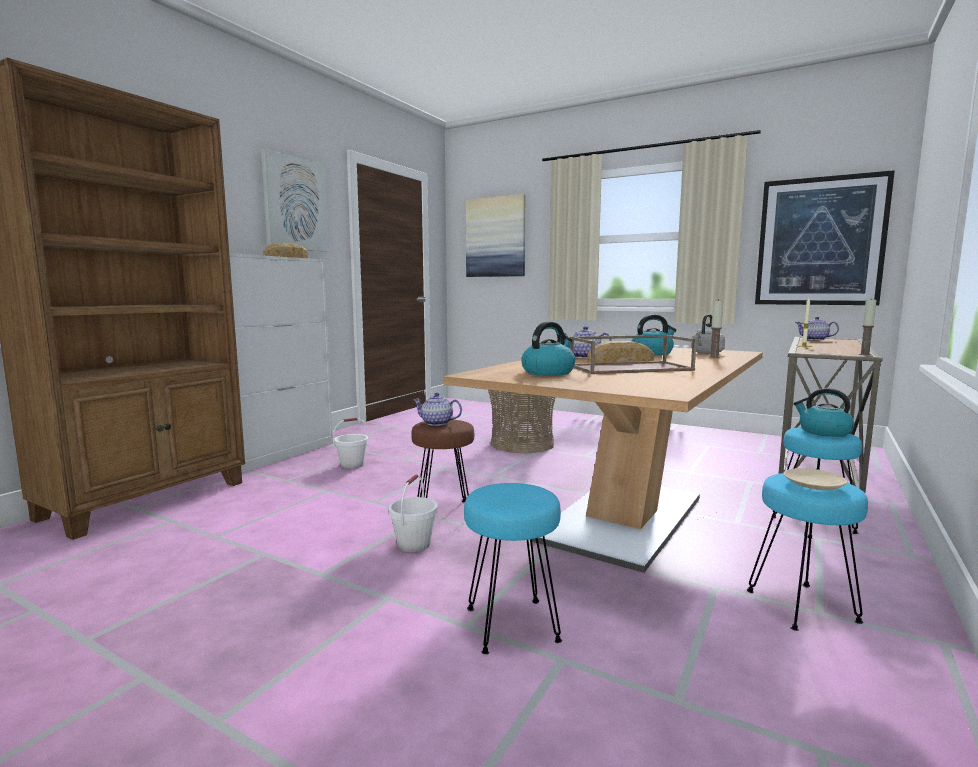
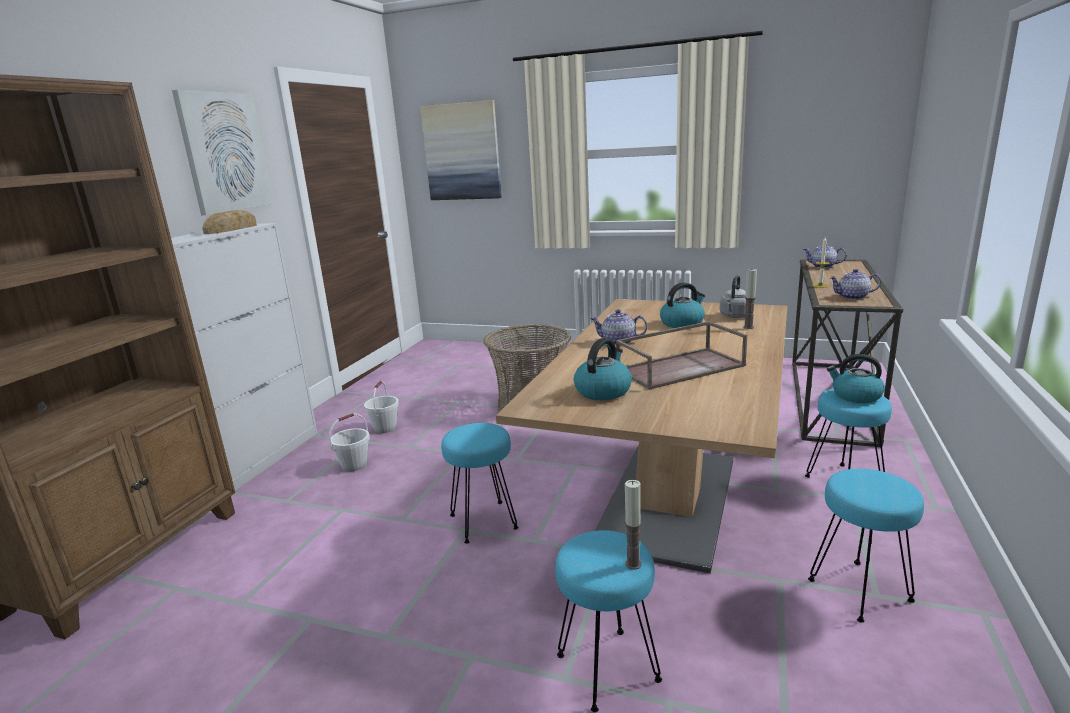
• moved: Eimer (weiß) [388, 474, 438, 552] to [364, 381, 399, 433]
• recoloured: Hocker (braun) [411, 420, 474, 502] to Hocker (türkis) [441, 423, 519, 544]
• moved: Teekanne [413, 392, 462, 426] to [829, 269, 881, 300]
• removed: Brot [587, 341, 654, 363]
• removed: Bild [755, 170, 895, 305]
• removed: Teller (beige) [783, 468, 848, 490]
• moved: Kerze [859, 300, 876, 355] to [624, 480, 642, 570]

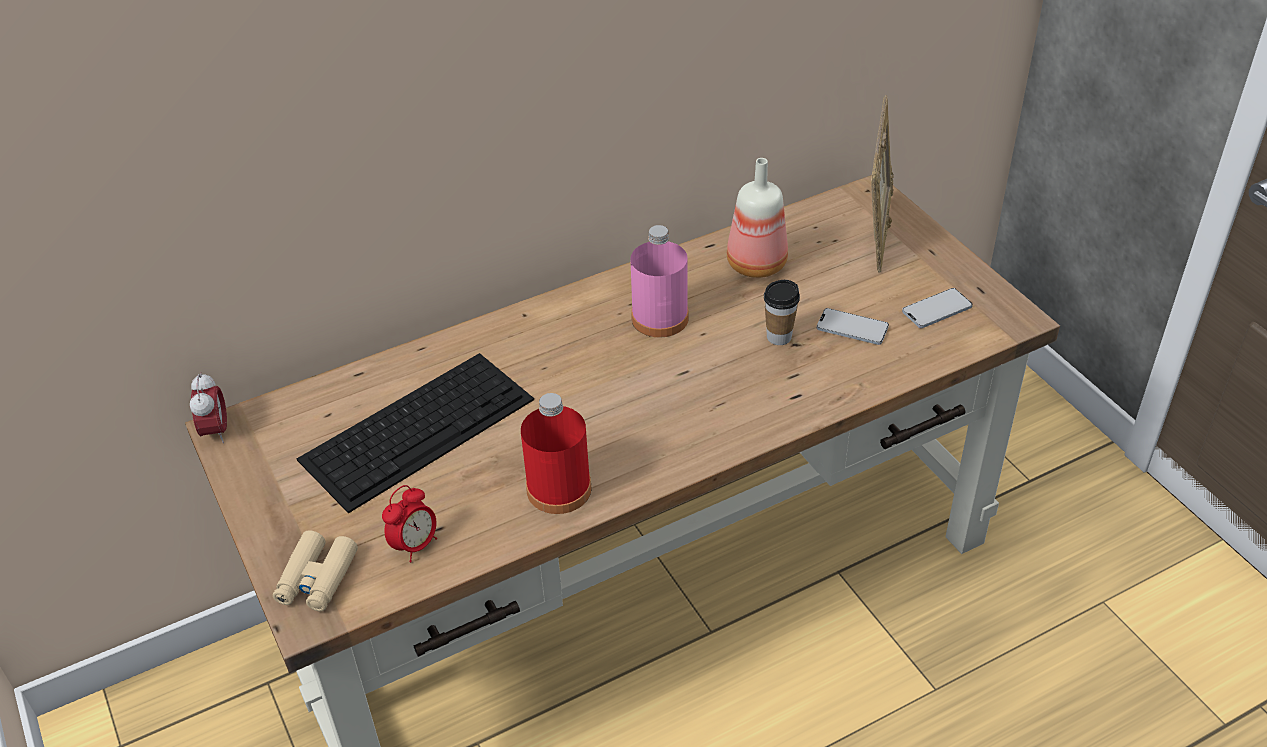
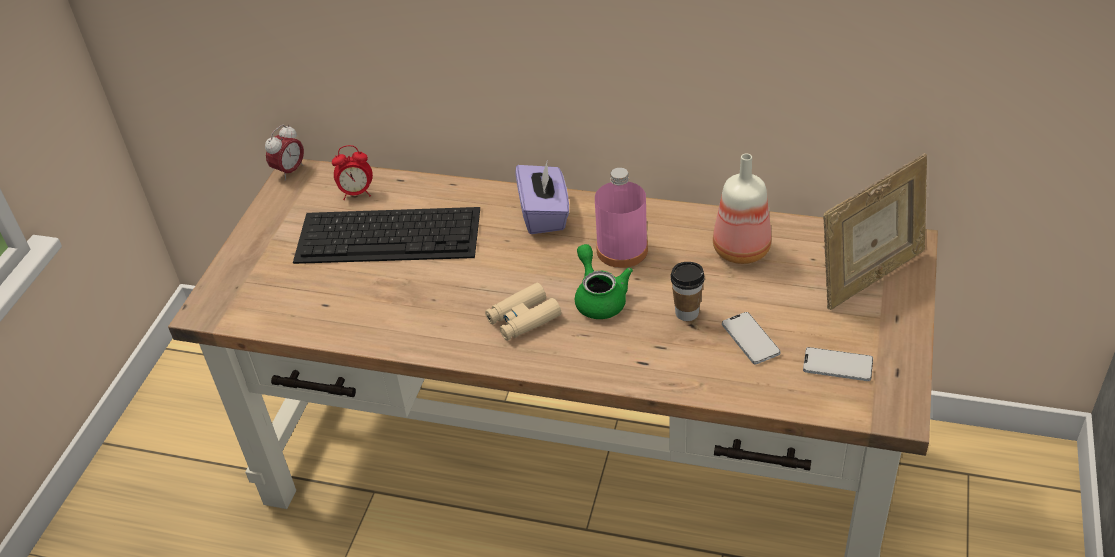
• moved: Fernglas (beige) [273, 530, 358, 612] to [485, 283, 561, 341]
• moved: Wecker [382, 485, 437, 562] to [332, 145, 373, 200]
• removed: Flasche (rot) [521, 393, 592, 514]
• added: Taschentuchbox (lila) [516, 162, 569, 234]
• added: Teekanne (grün) [575, 244, 633, 319]

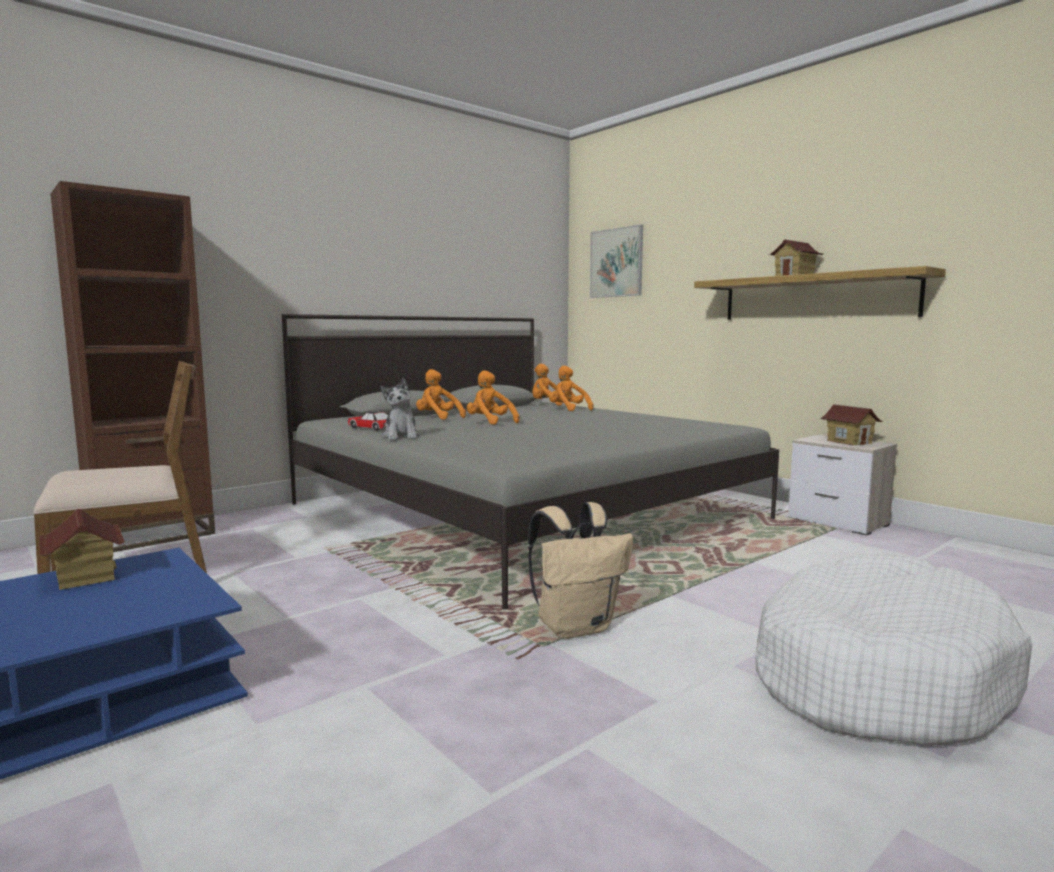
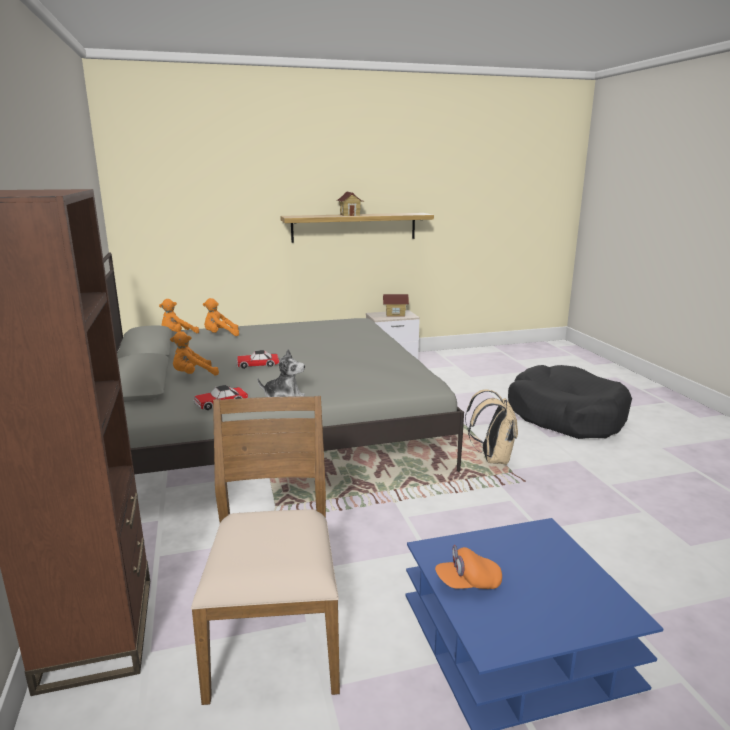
• replaced: Spielzeughaus [40, 509, 125, 590] to Kappe (orange) [435, 545, 502, 589]
• replaced: Plüschtier (orange) [467, 370, 520, 425] to Spielzeugauto [236, 350, 279, 369]
• removed: Bild [590, 224, 643, 298]
• recoloured: Hundebett (weiß) [755, 554, 1032, 745] to Hundebett (schwarz) [508, 365, 632, 439]

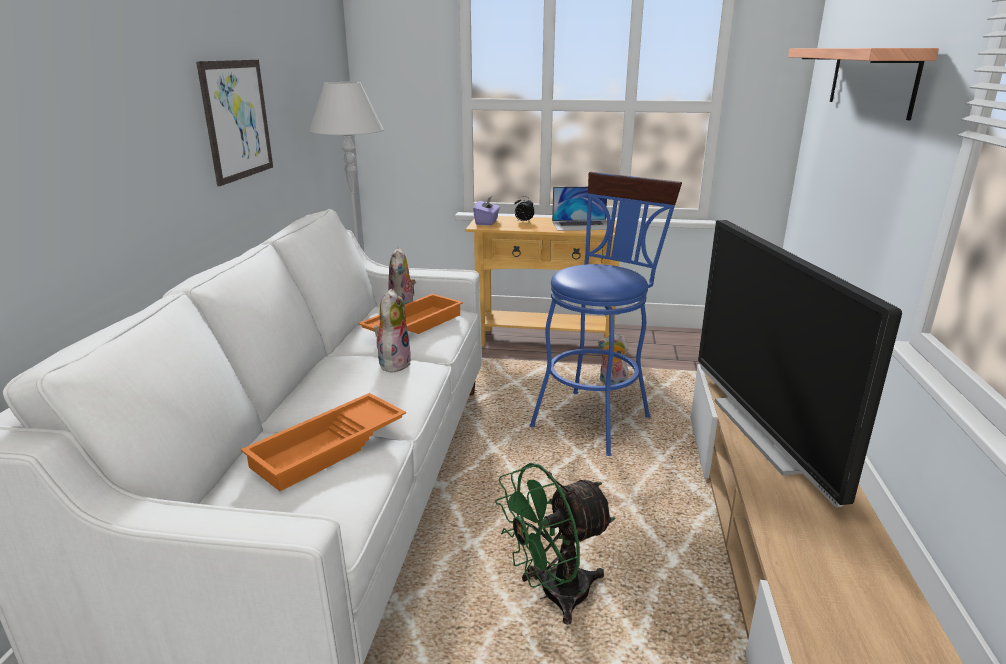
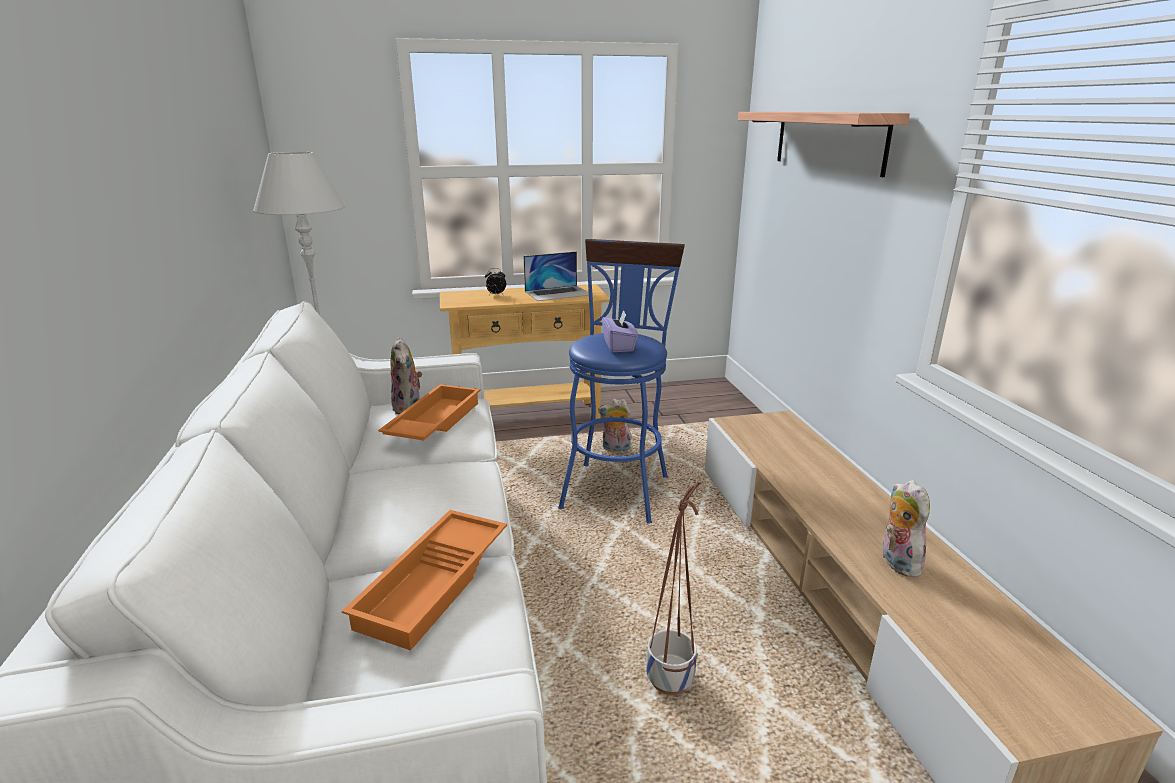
• removed: Bild [196, 60, 273, 186]
• moved: Plüschtier [373, 289, 411, 372] to [882, 480, 930, 577]
• moved: Taschentuchbox (lila) [473, 196, 500, 225] to [602, 310, 638, 352]
• replaced: Ventilator (grün) [495, 463, 615, 625] to Pflanzkübel [646, 482, 701, 695]
• removed: Fernseher [698, 220, 902, 507]

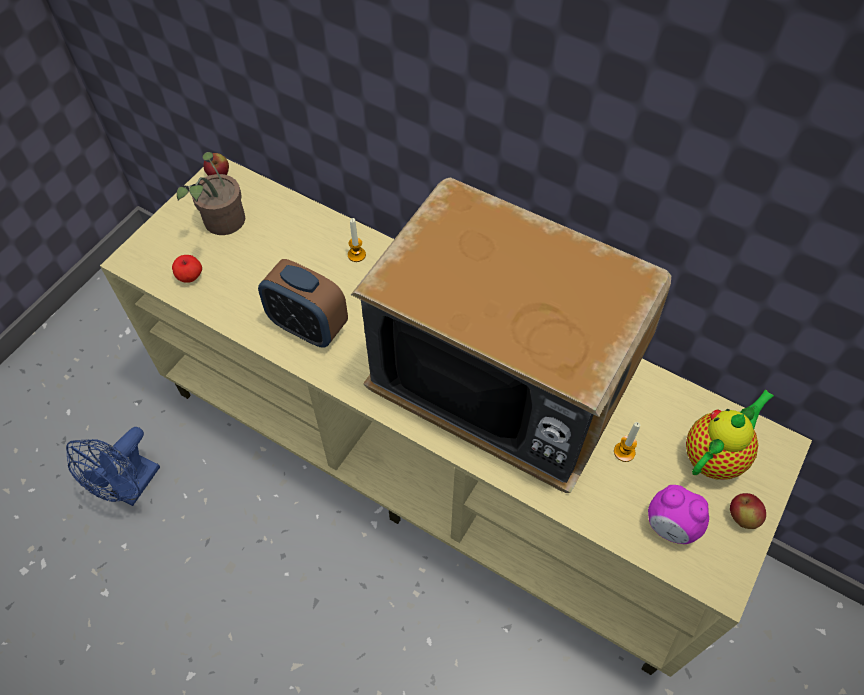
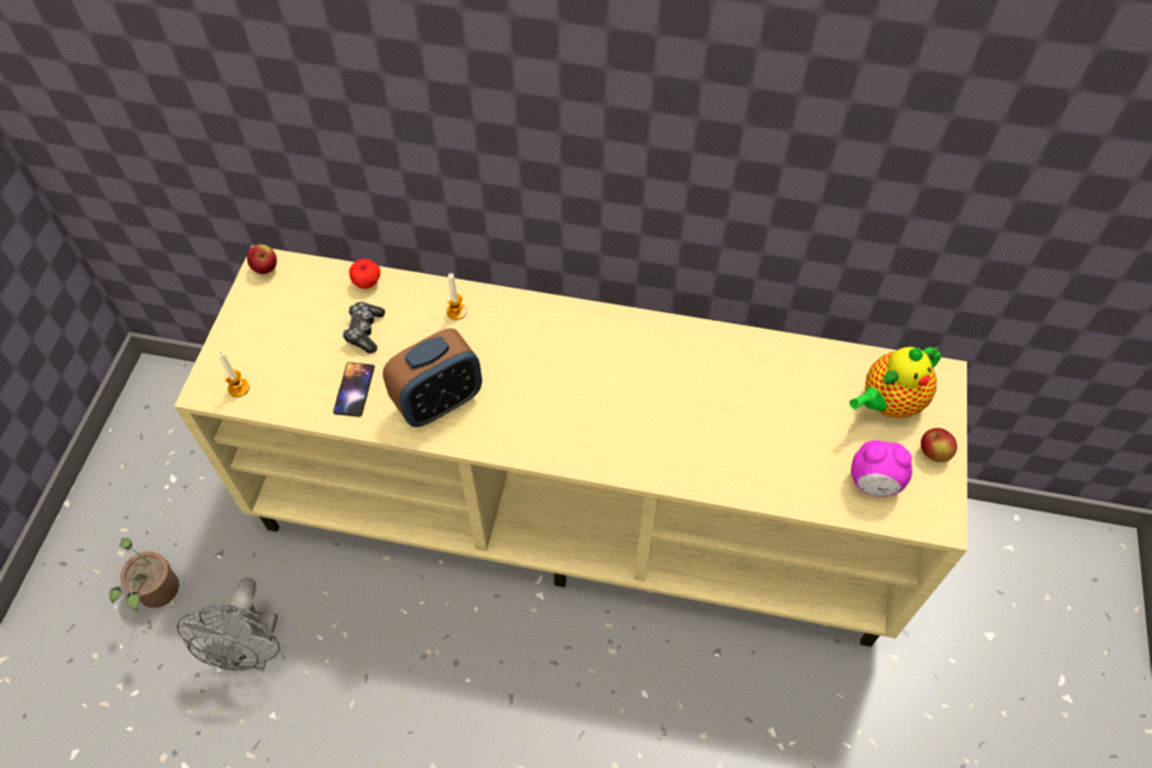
• recoloured: Ventilator (blau) [66, 427, 160, 506] to Ventilator (grau) [177, 578, 280, 670]
• moved: Apfel [172, 255, 202, 283] to [349, 259, 380, 289]
• moved: Topfpflanze [177, 152, 245, 235] to [109, 538, 179, 611]
• turned: Wecker [258, 259, 348, 348] = [383, 328, 482, 427] 45 degrees counterclockwise
• removed: Fernseher [351, 177, 671, 493]
• moved: Kerze [614, 422, 640, 462] to [218, 352, 250, 397]
• turned: Teekanne [686, 389, 774, 480] = [849, 346, 941, 418] 150 degrees counterclockwise
• added: Handy [333, 362, 375, 417]
• added: Gamepad [342, 302, 385, 354]

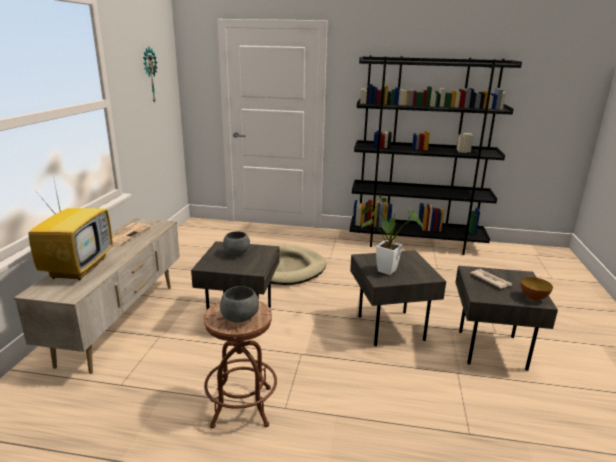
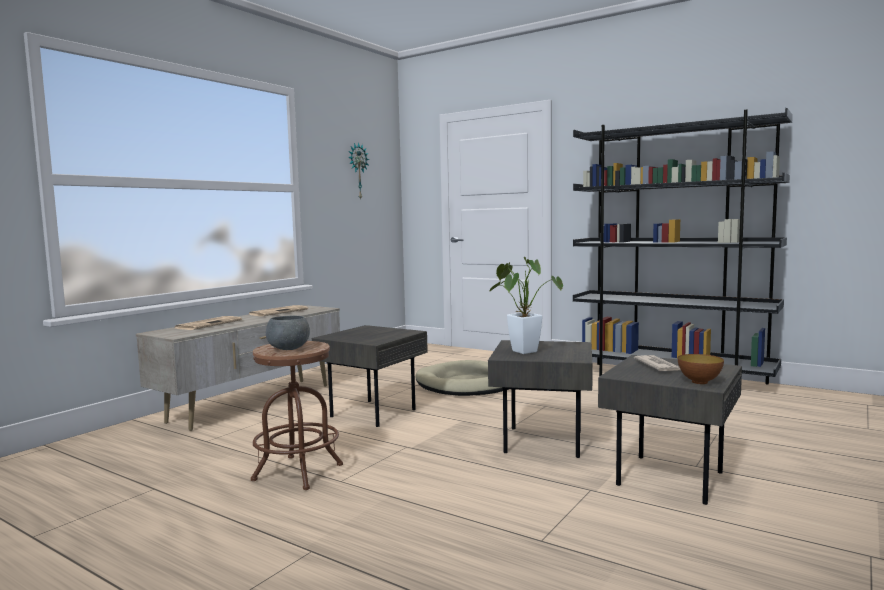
• replaced: Fernseher [28, 176, 113, 280] to Zeitung [175, 316, 242, 330]
• removed: Schüssel (grau) [223, 231, 250, 256]

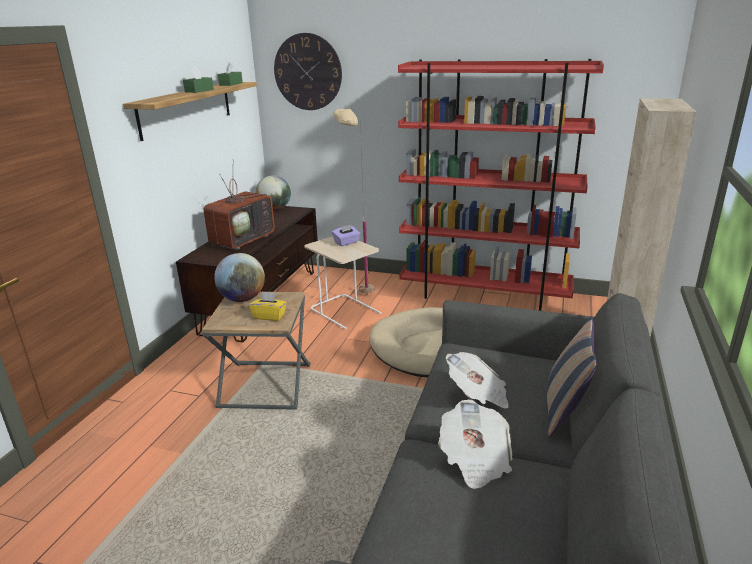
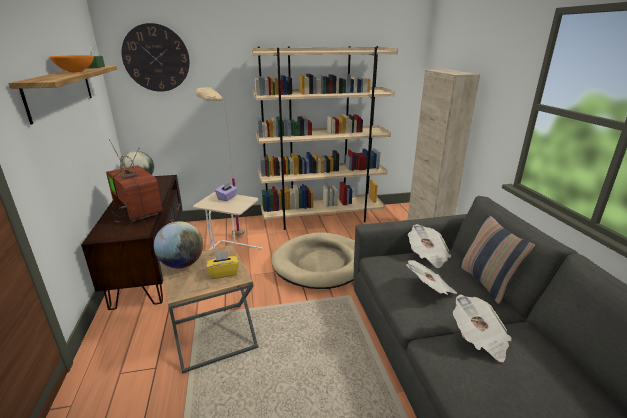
• replaced: Taschentuchbox (grün) [183, 67, 214, 93] to Schüssel (orange) [49, 55, 94, 73]
• turned: Fernseher [204, 159, 275, 250] = [106, 139, 163, 224] 45 degrees counterclockwise
• recoloured: Bücherregal (rot) [398, 59, 604, 311] to Bücherregal (beige) [250, 46, 398, 230]
• added: Zeitung [408, 224, 451, 268]

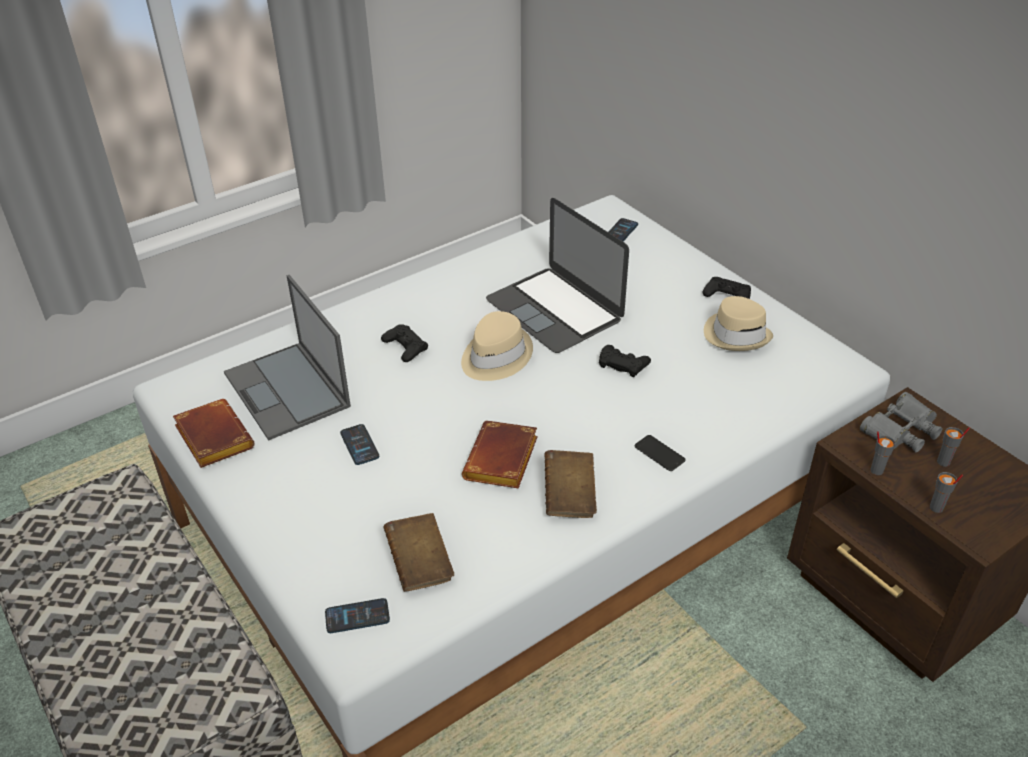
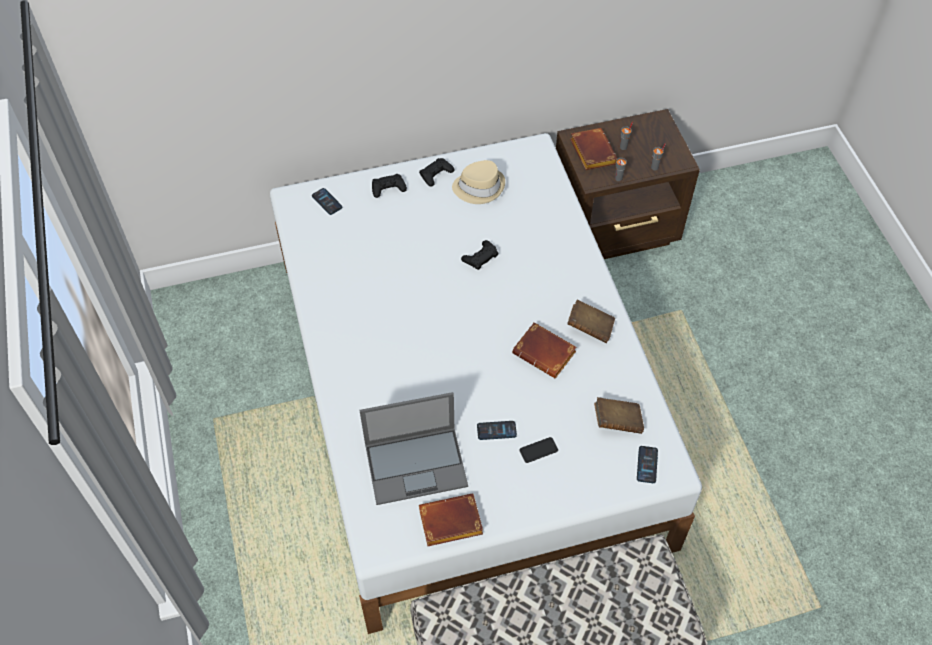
• moved: Gamepad (schwarz) [381, 324, 428, 362] to [372, 174, 407, 198]
• removed: Hut (beige) [461, 311, 533, 381]
• removed: Laptop [486, 198, 629, 353]
• moved: Handy [634, 435, 686, 471] to [519, 437, 558, 463]
• replaced: Fernglas (grau) [860, 392, 942, 453] to Buch (braun) [570, 128, 618, 170]

